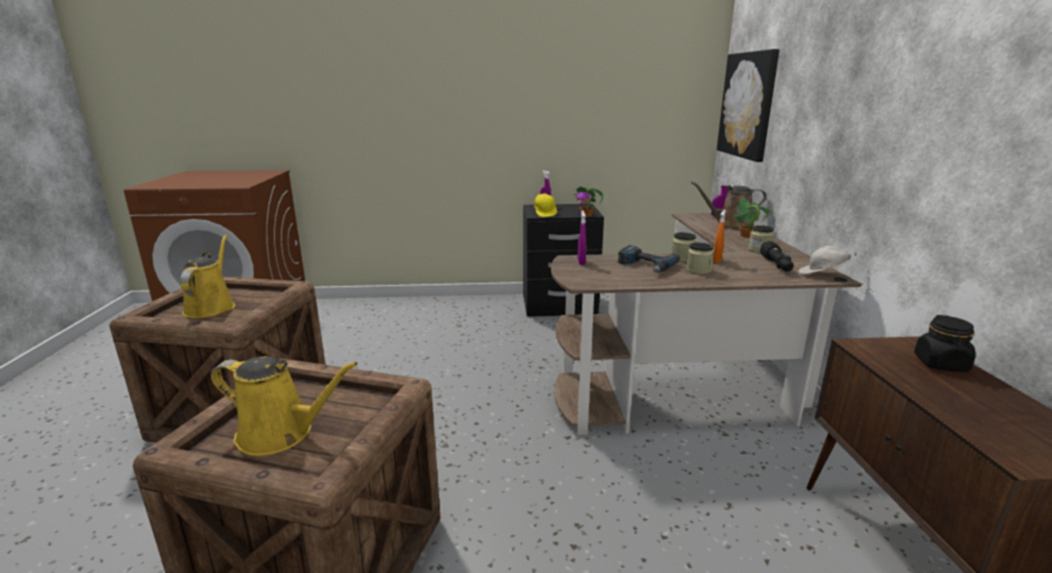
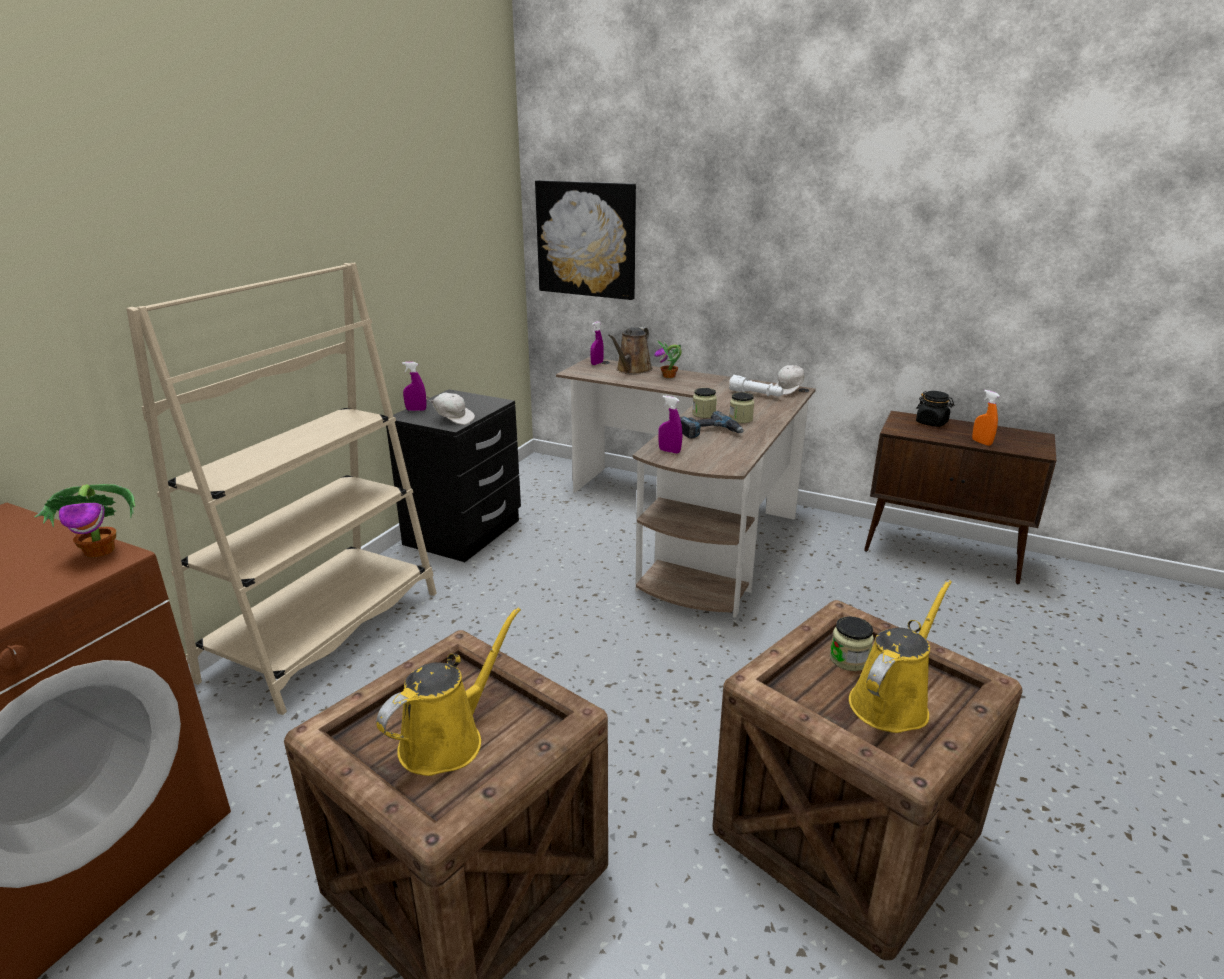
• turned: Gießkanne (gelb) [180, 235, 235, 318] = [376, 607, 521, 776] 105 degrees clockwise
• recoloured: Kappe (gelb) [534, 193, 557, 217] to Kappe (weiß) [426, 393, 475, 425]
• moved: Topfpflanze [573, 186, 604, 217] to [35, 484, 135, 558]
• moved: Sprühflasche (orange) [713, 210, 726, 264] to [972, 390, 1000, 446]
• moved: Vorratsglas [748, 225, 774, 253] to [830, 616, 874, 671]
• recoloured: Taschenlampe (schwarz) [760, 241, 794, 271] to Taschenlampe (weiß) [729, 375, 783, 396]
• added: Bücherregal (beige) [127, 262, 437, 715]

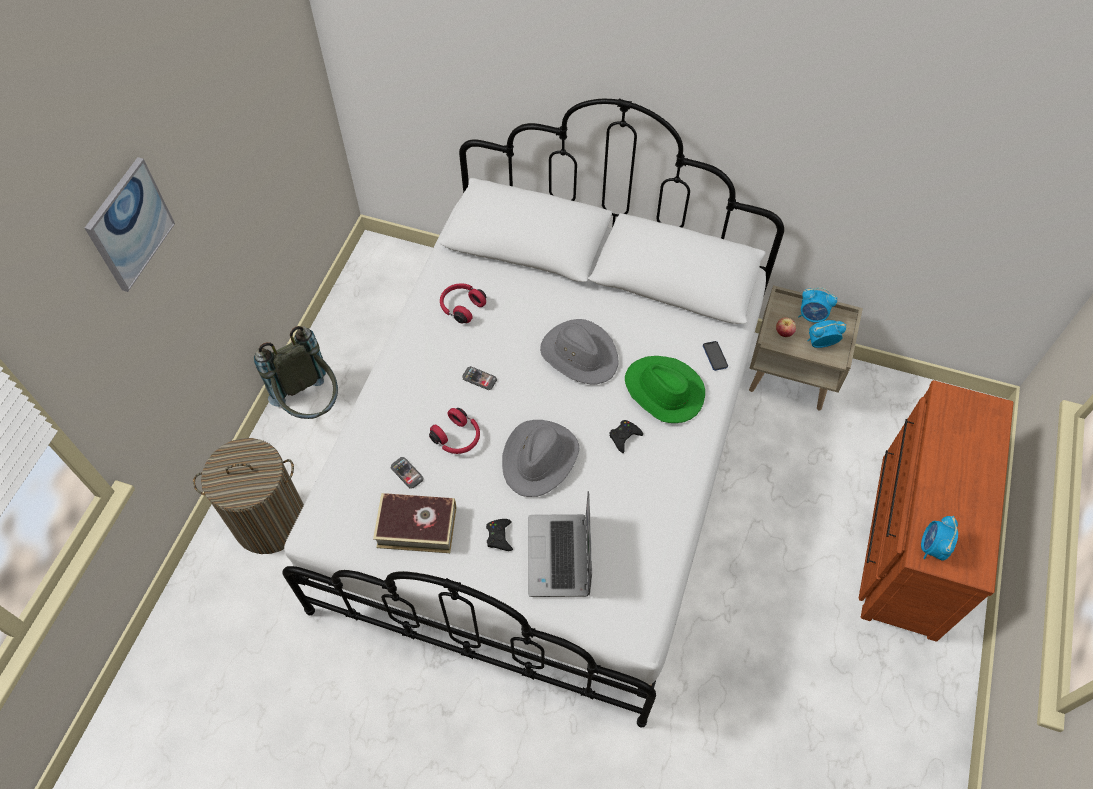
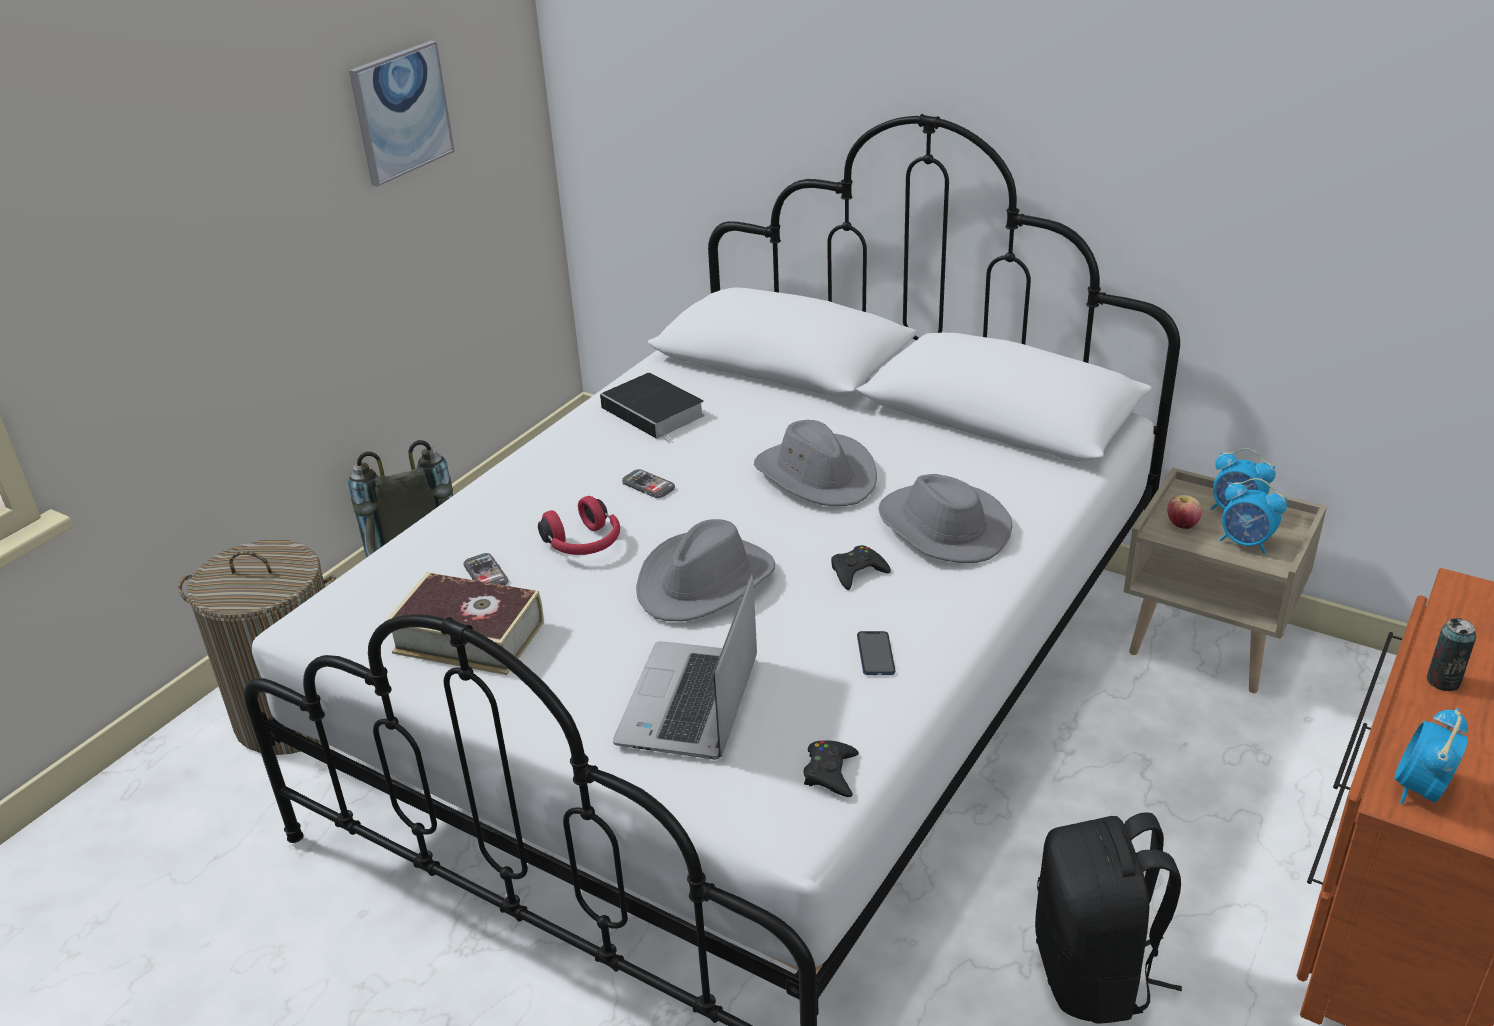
• moved: Bild [85, 157, 175, 292] to [349, 41, 455, 187]
• replaced: Kopfhörer (rot) [440, 283, 486, 324] to Buch [600, 373, 705, 443]
• moved: Gamepad (schwarz) [486, 519, 513, 551] to [804, 740, 859, 797]
• recoloured: Hut (grün) [625, 356, 705, 423] to Hut (grau) [878, 474, 1013, 563]
• moved: Handy [703, 341, 728, 371] to [857, 631, 896, 675]
• turned: Wecker [807, 320, 846, 348] = [1220, 478, 1287, 554] 150 degrees counterclockwise
• added: Rucksack (schwarz) [1035, 812, 1182, 1024]
• added: Dose [1427, 618, 1476, 691]

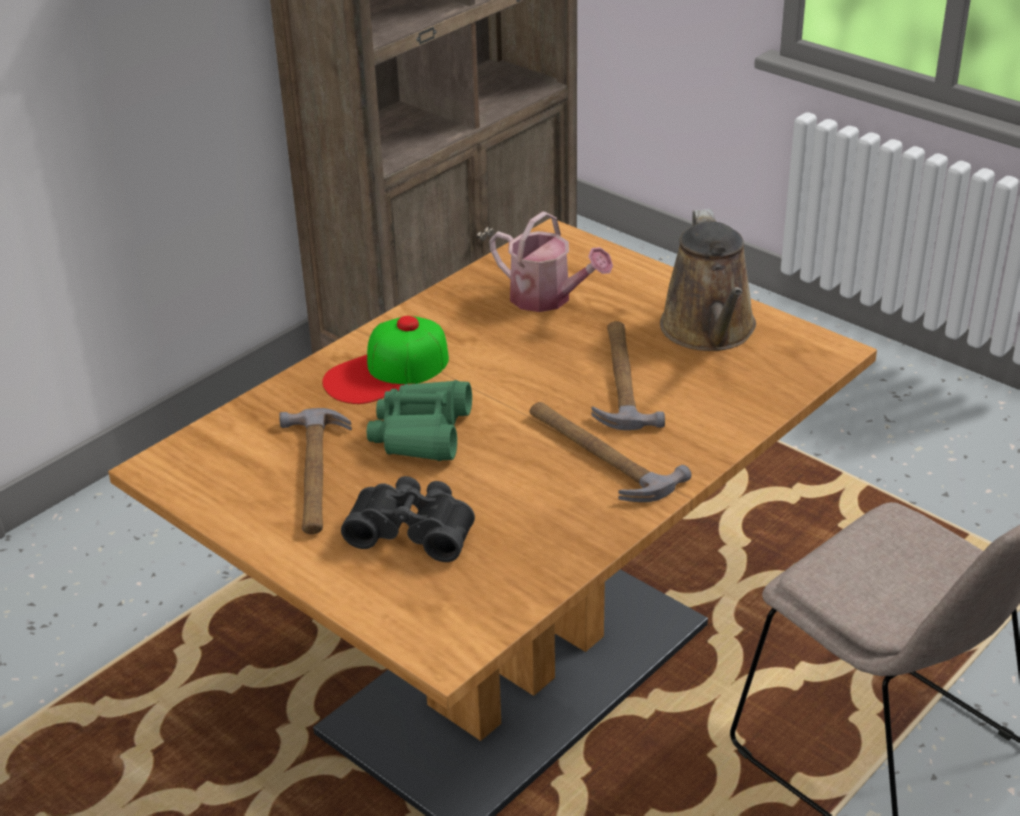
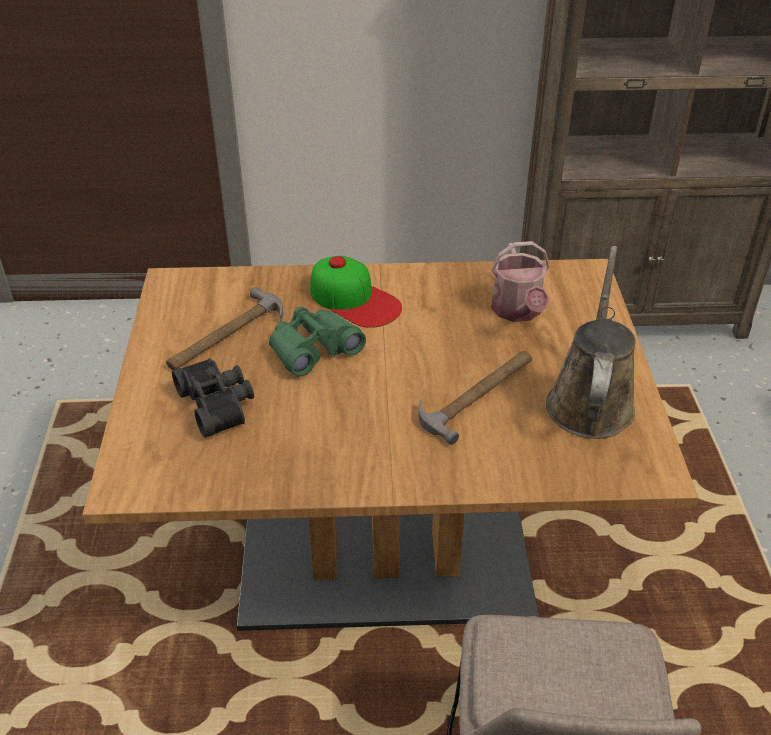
• turned: Kappe [322, 316, 449, 404] = [310, 256, 402, 328] 150 degrees counterclockwise
• removed: Hammer [530, 402, 691, 502]
• turned: Gießkanne (braun) [660, 209, 756, 351] = [546, 246, 636, 439] 150 degrees clockwise

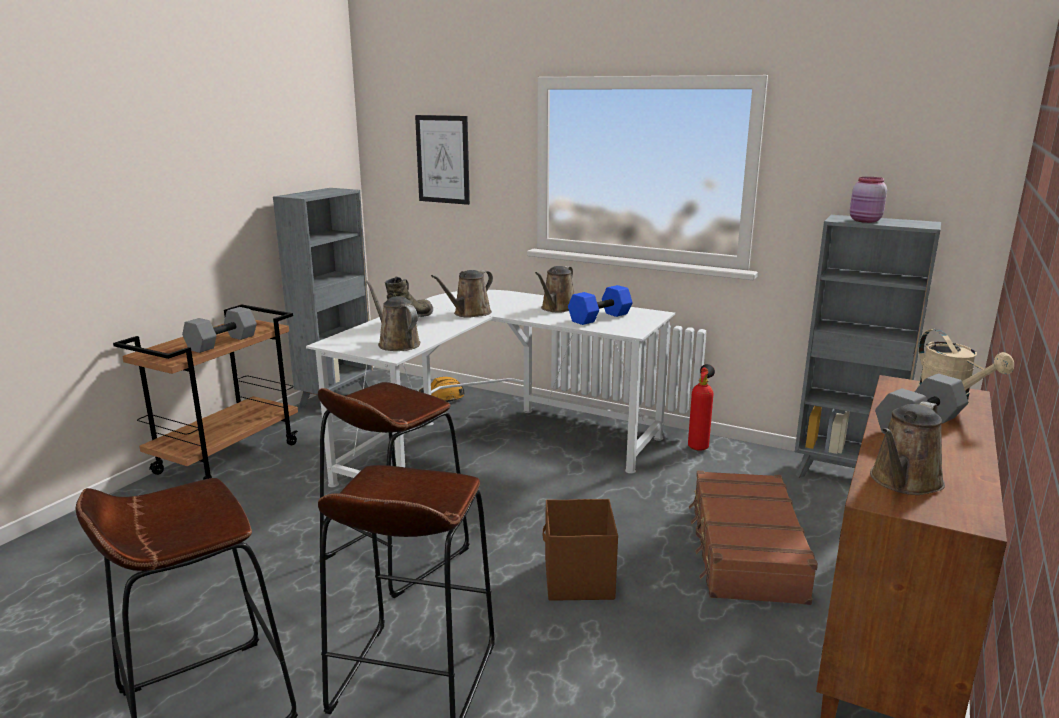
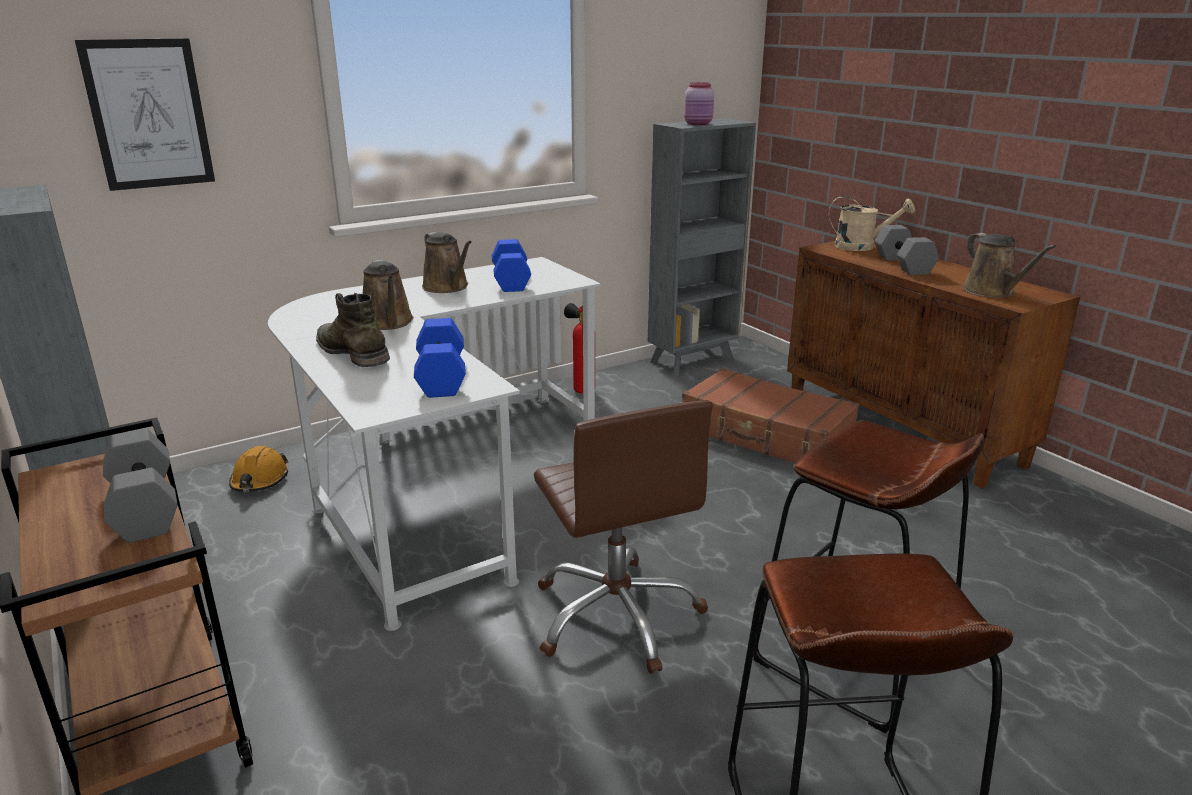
• replaced: Hocker (braun) [318, 382, 470, 598] to Bürostuhl (braun) [534, 400, 713, 674]
• replaced: Gießkanne (braun) [366, 280, 420, 351] to Hantel (blau) [414, 318, 466, 398]
• removed: Aufbewahrungsbox (braun) [543, 499, 618, 601]

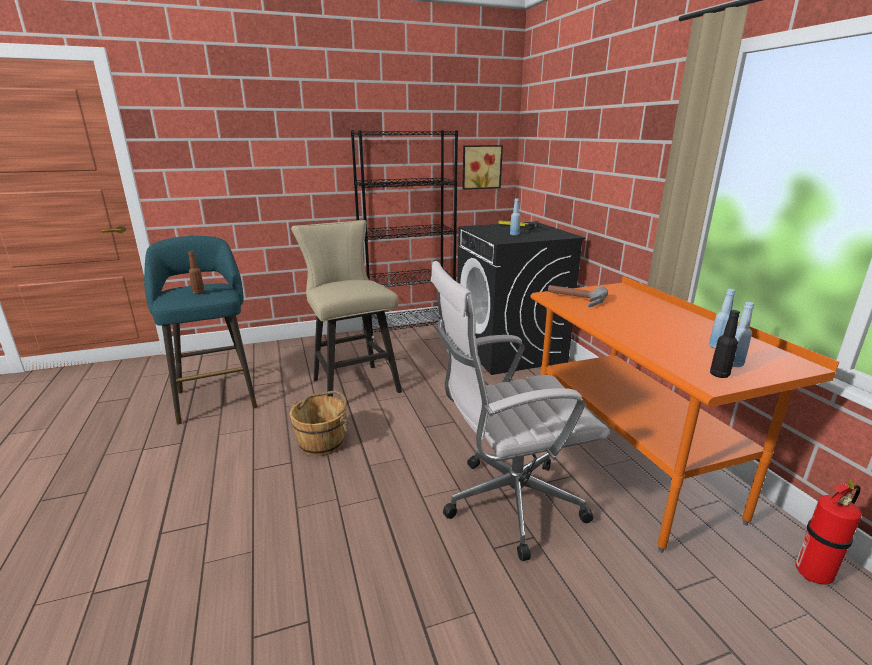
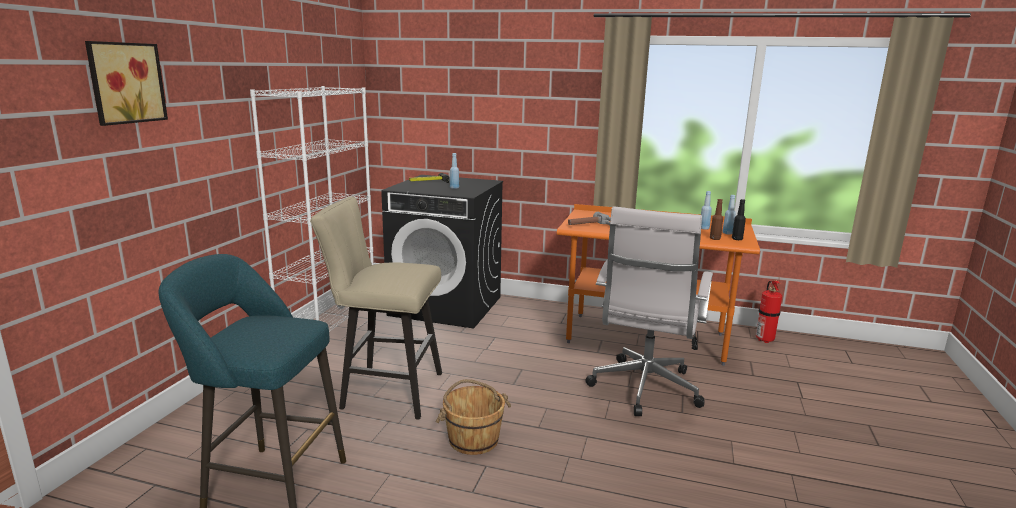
• moved: Flasche (braun) [188, 251, 205, 294] to [710, 199, 723, 240]
• recoloured: Bücherregal (schwarz) [351, 130, 458, 341] to Bücherregal (weiß) [250, 86, 374, 332]
• moved: Bild [462, 145, 503, 190] to [85, 41, 168, 126]

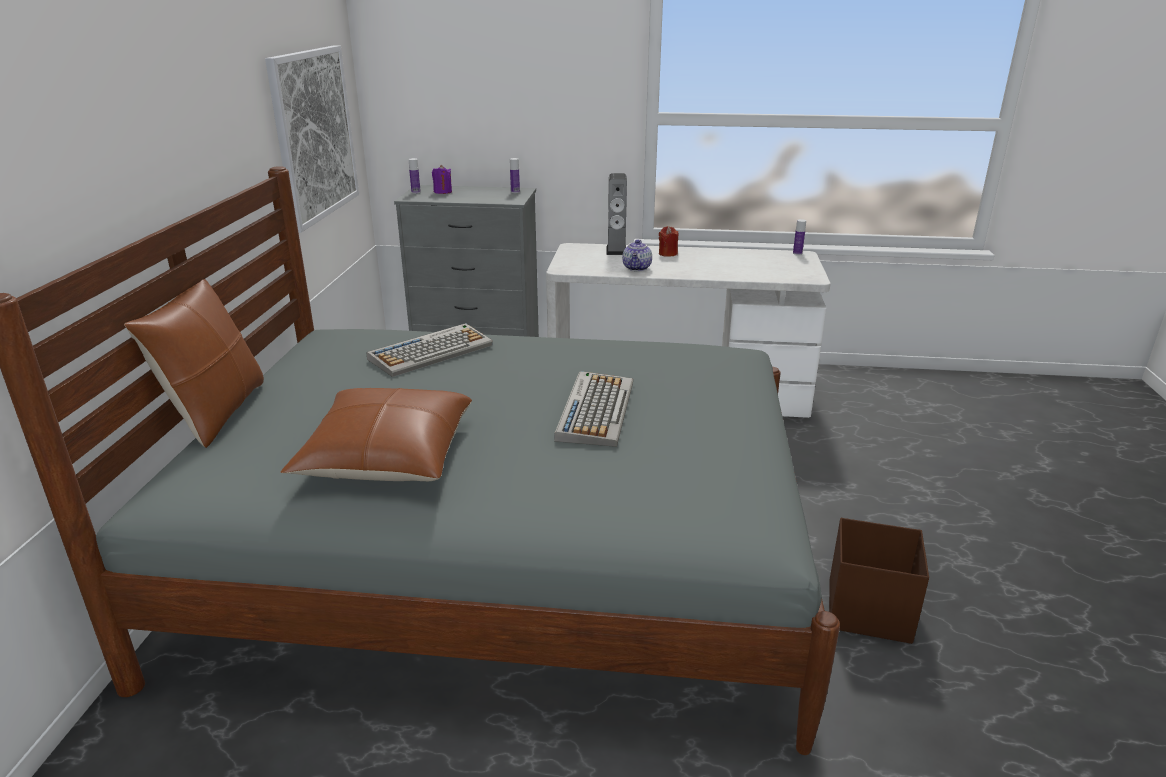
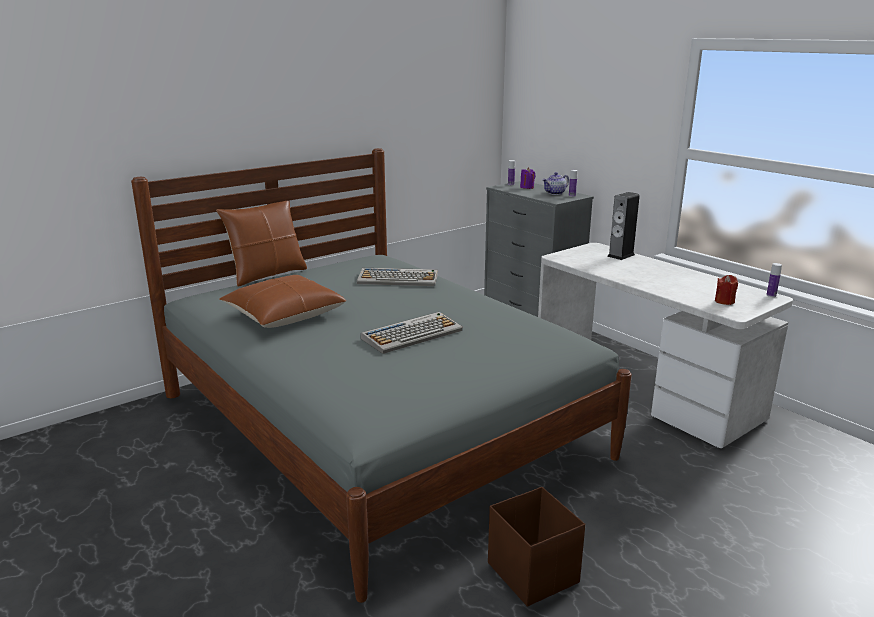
• removed: Bild [265, 45, 359, 233]
• moved: Teekanne [622, 240, 652, 271] to [542, 172, 569, 195]
• moved: Kerze (rot) [659, 226, 678, 257] to [715, 275, 738, 305]

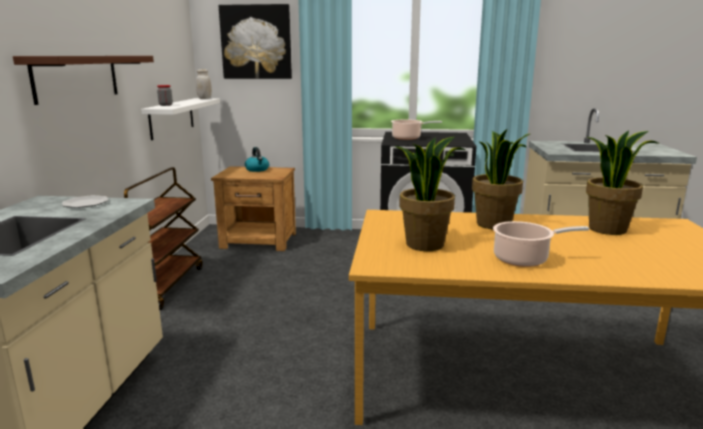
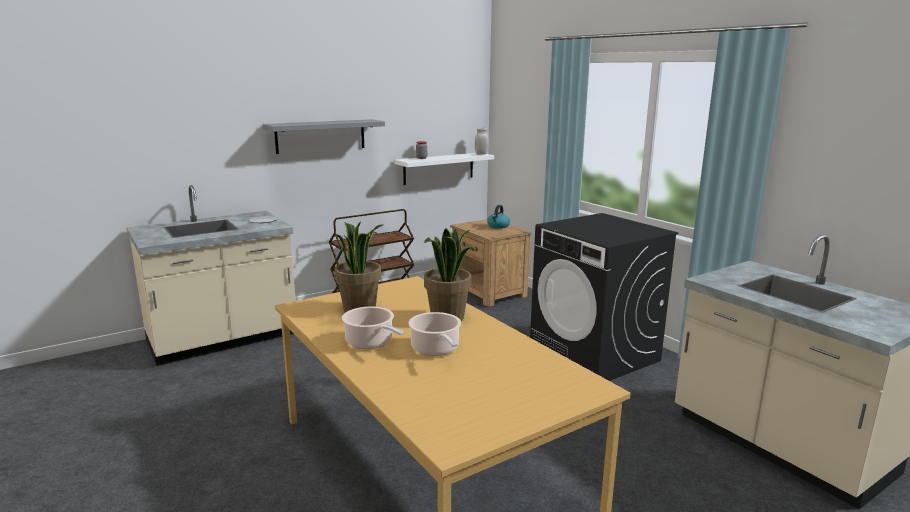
• recoloured: Wandregal (braun) [13, 56, 154, 105] to Wandregal (grau) [262, 119, 385, 154]
• removed: Bild [219, 4, 292, 79]
• moved: Kochtopf [391, 119, 442, 140] to [408, 312, 461, 356]
• removed: Topfpflanze [586, 130, 658, 235]

